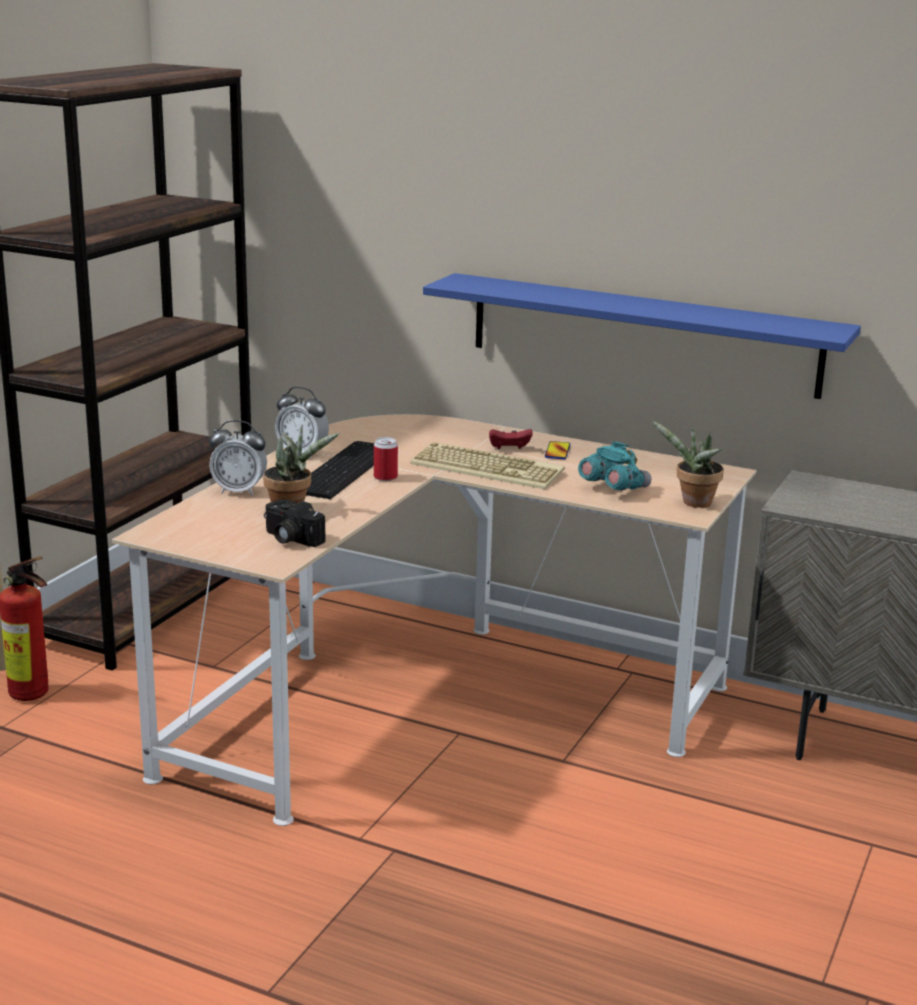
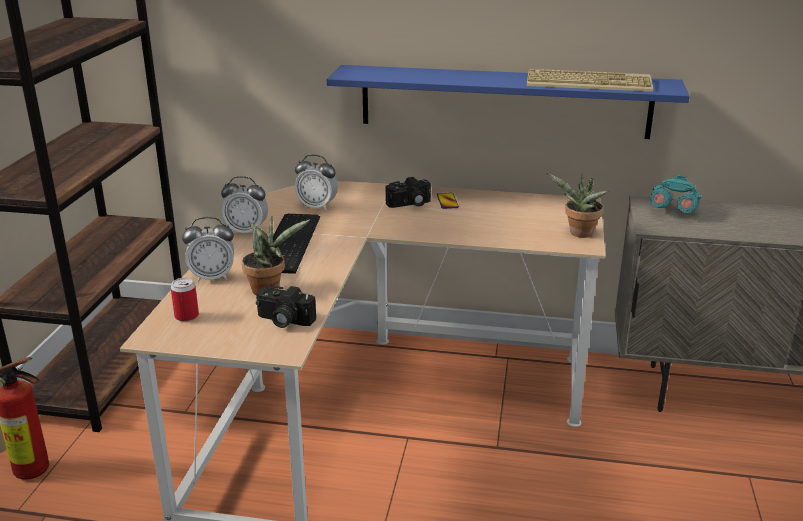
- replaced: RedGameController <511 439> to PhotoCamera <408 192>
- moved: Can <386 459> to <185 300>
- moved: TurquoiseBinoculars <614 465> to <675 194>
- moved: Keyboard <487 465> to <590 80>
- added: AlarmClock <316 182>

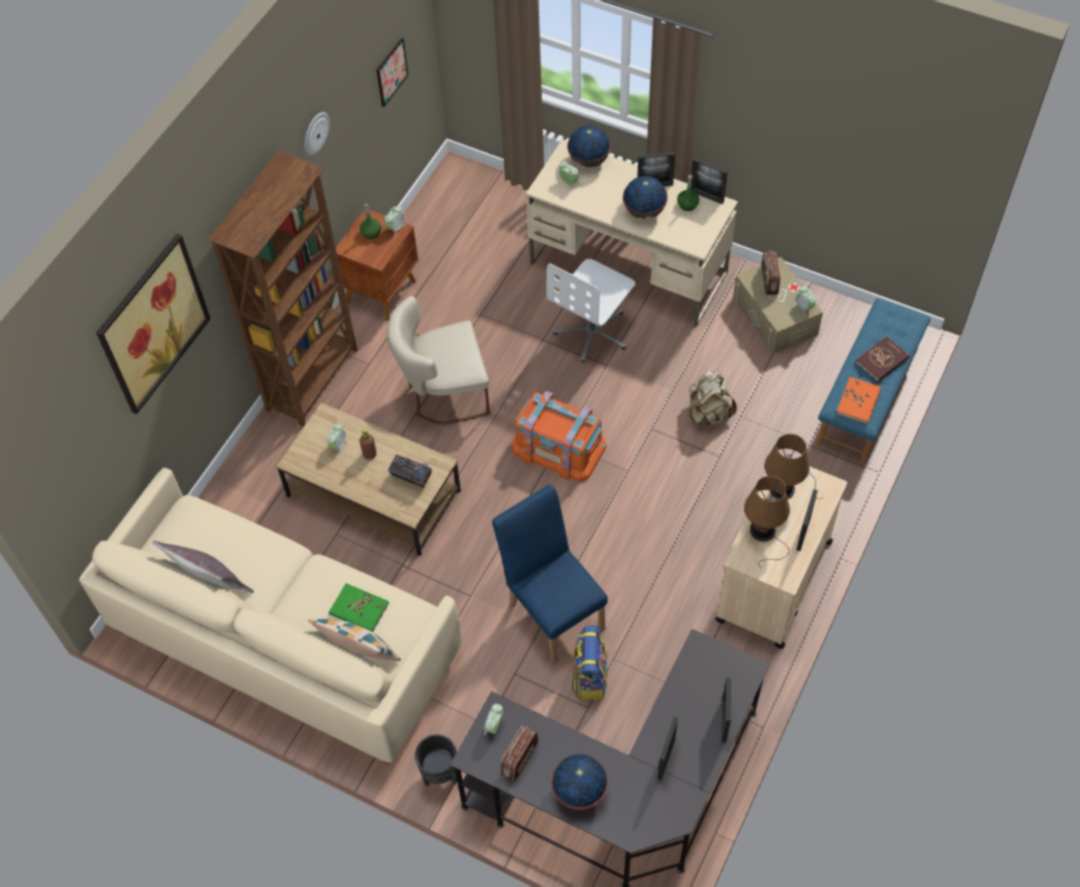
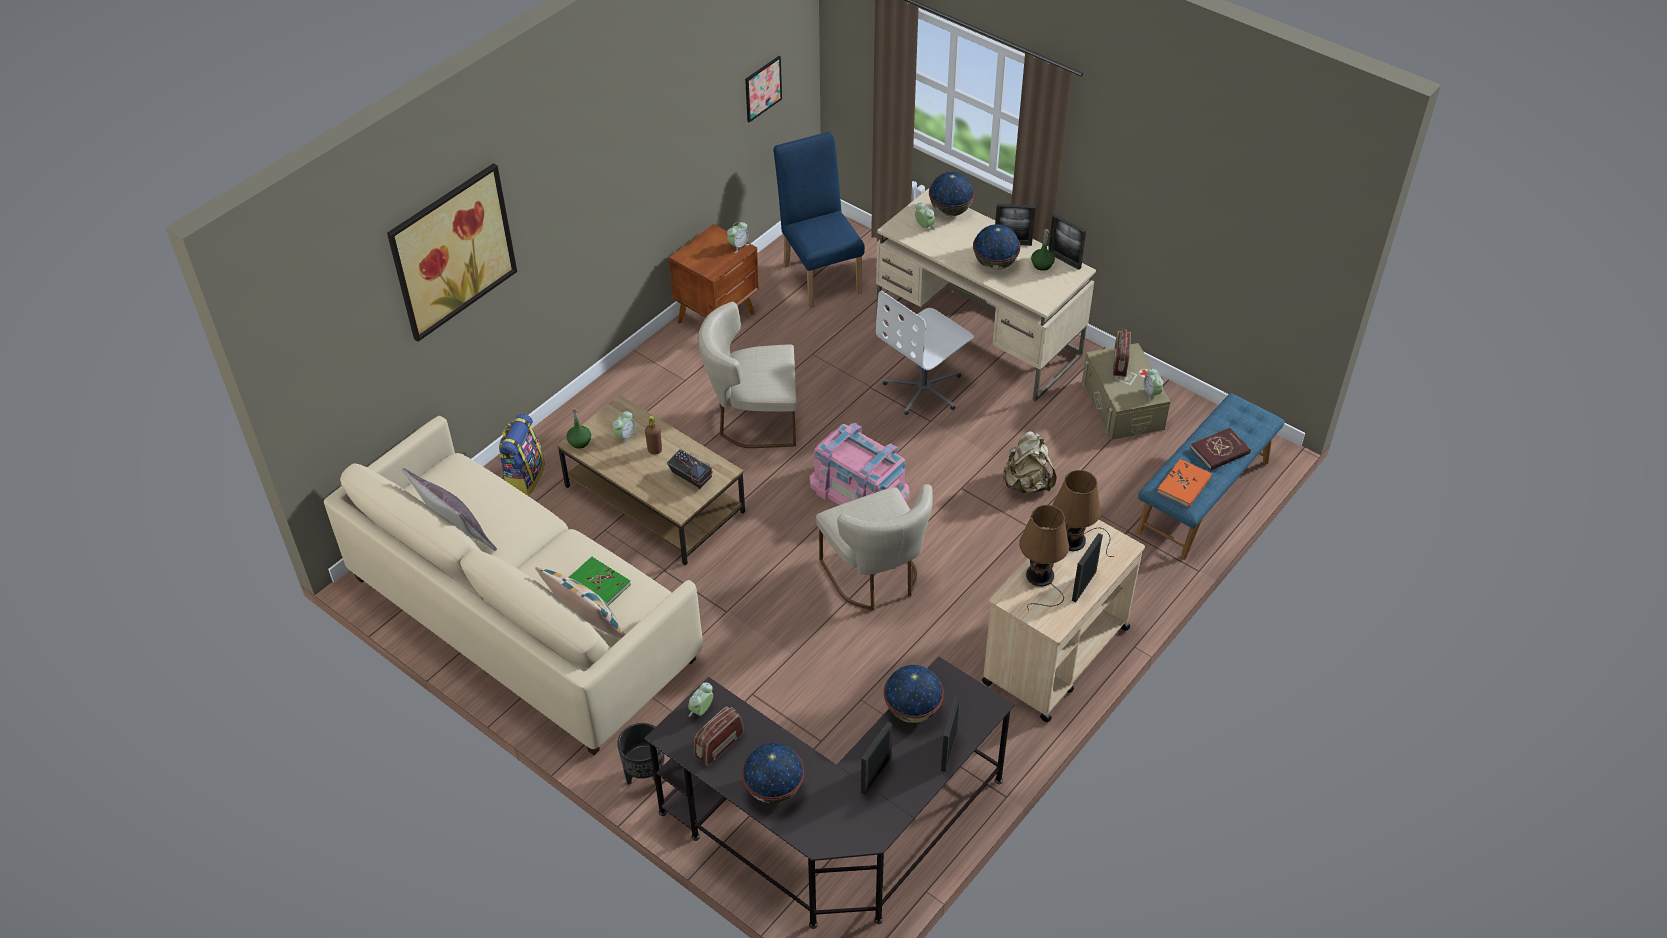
- removed: WallClock <317 134>
- removed: BrownBookcase <282 289>
- moved: GreenBottle <370 221> to <578 428>
- recoloured: OrangeStorageBox <559 436> to PinkStorageBox <860 464>
- moved: BlueChair <550 573> to <819 220>
- moved: Backpack <589 662> to <521 455>
- added: BeigeChair <874 547>
- added: Globe <914 694>

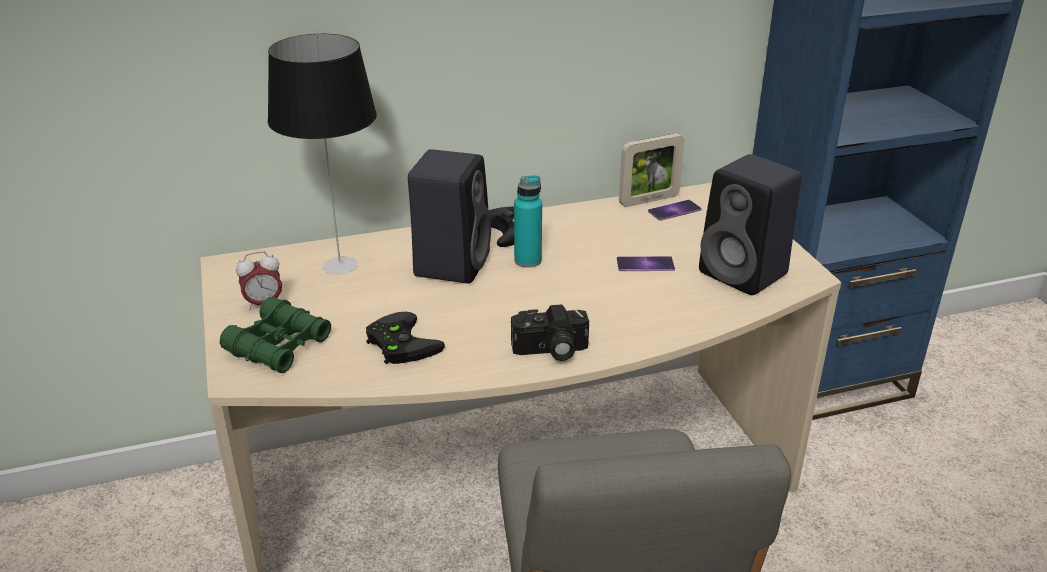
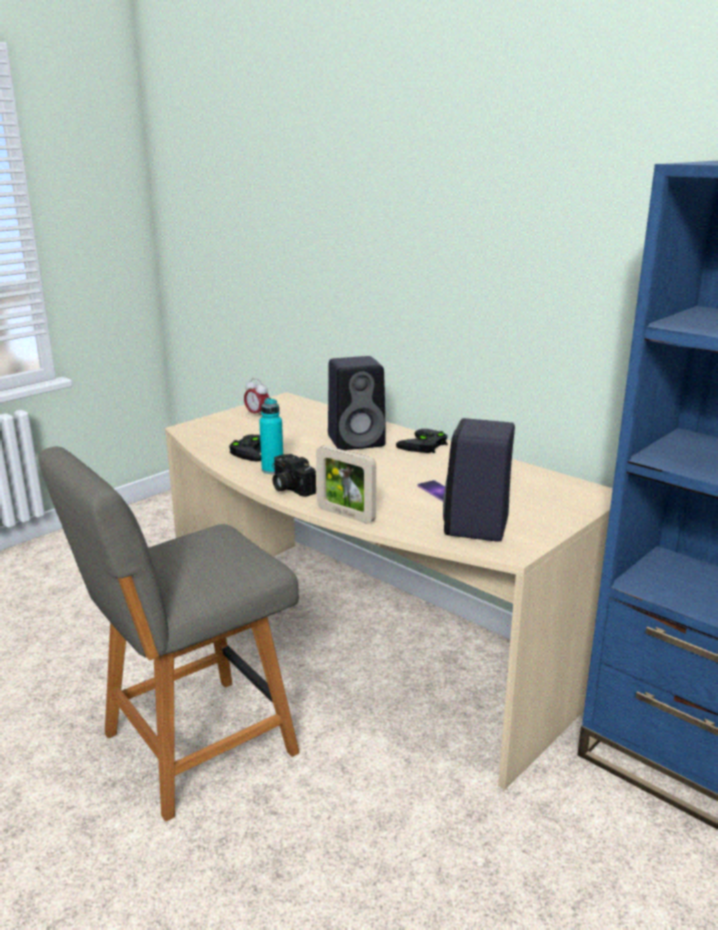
- removed: TableLamp <322 154>
- moved: PictureFrame <651 170> to <346 484>
- moved: TurquoiseBottle <528 221> to <271 436>
- removed: Phone <675 210>
- removed: GreenBinoculars <275 335>

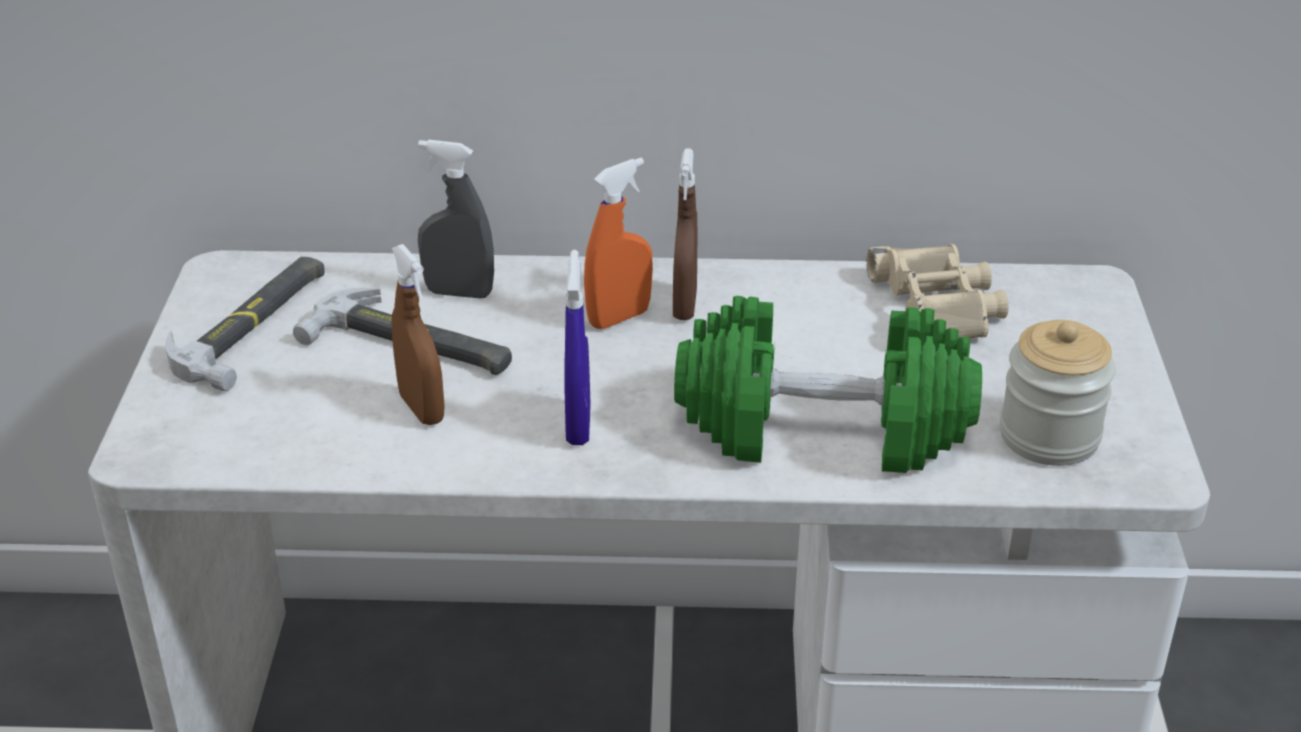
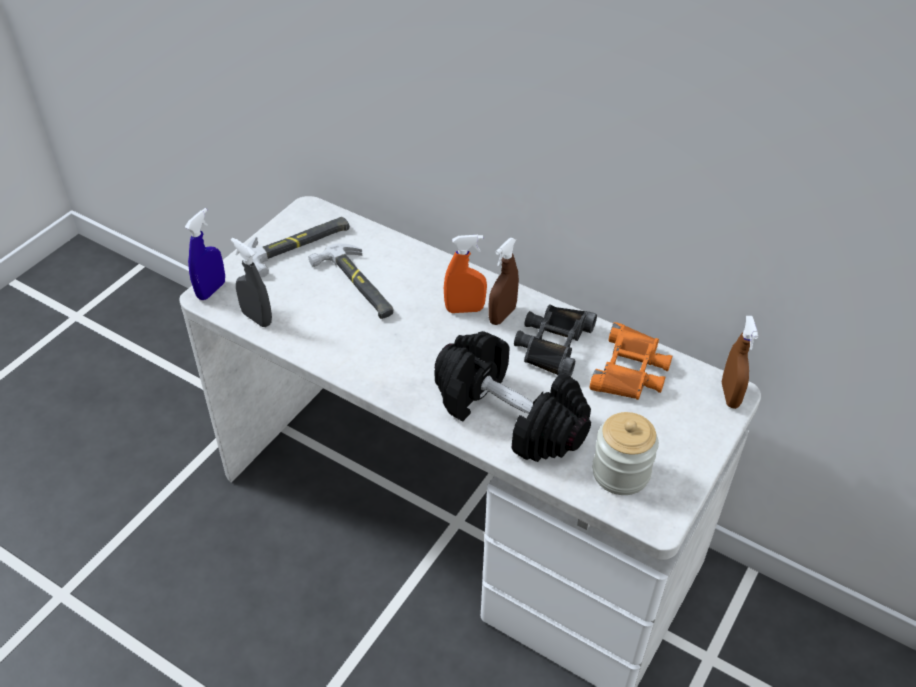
- moved: GreySprayBottle <456 219> to <251 282>
- moved: BrownSprayBottle <418 334> to <740 362>
- recoloured: BeigeBinoculars <938 291> to OrangeBinoculars <631 361>
- moved: BlueSprayBottle <577 347> to <205 254>
- recoloured: GreenDumbbell <828 384> to BlackDumbbell <513 396>
- added: BlackBinoculars <555 340>

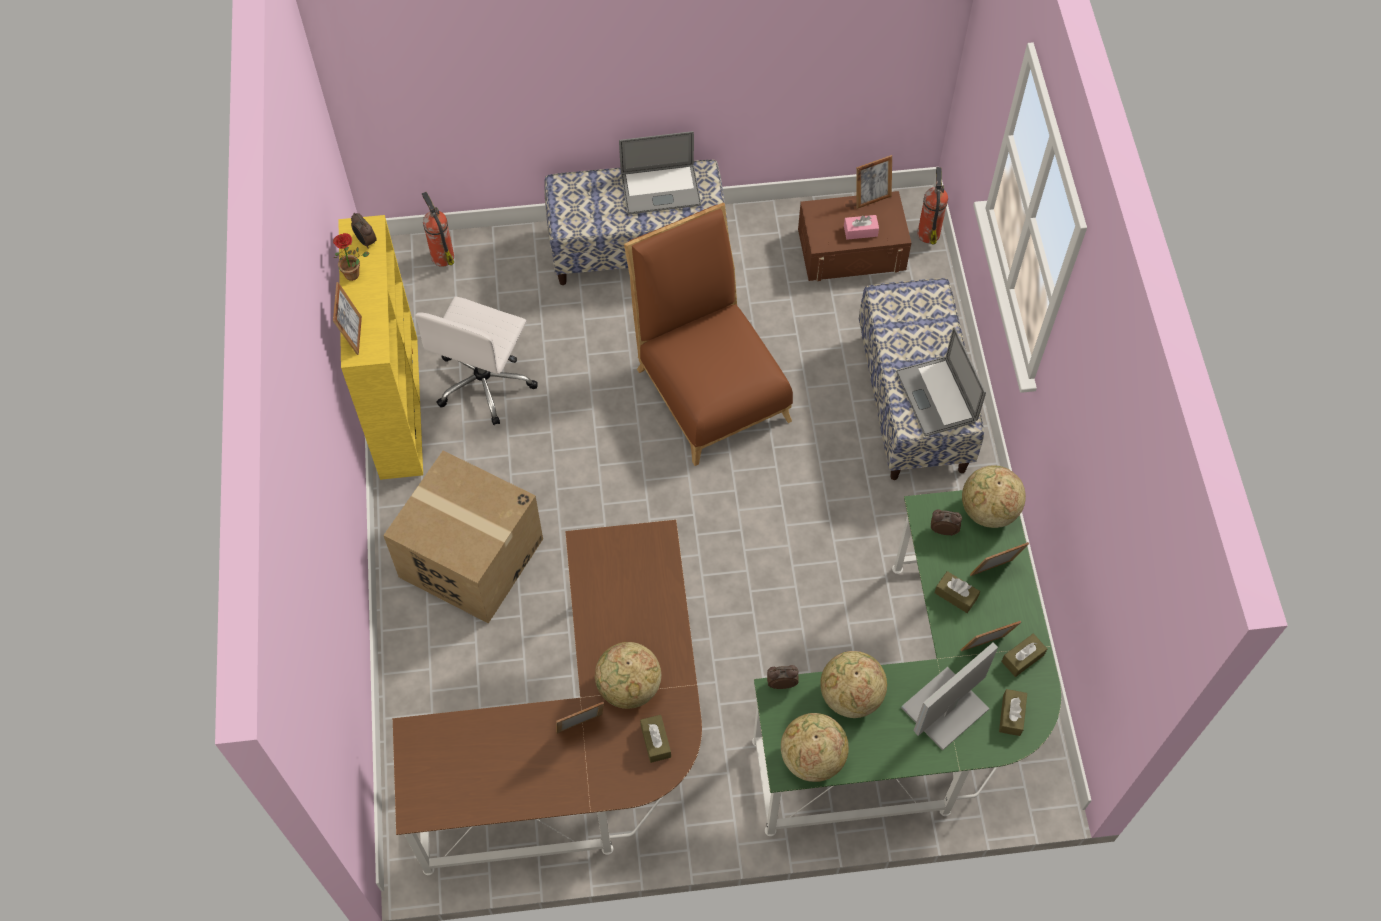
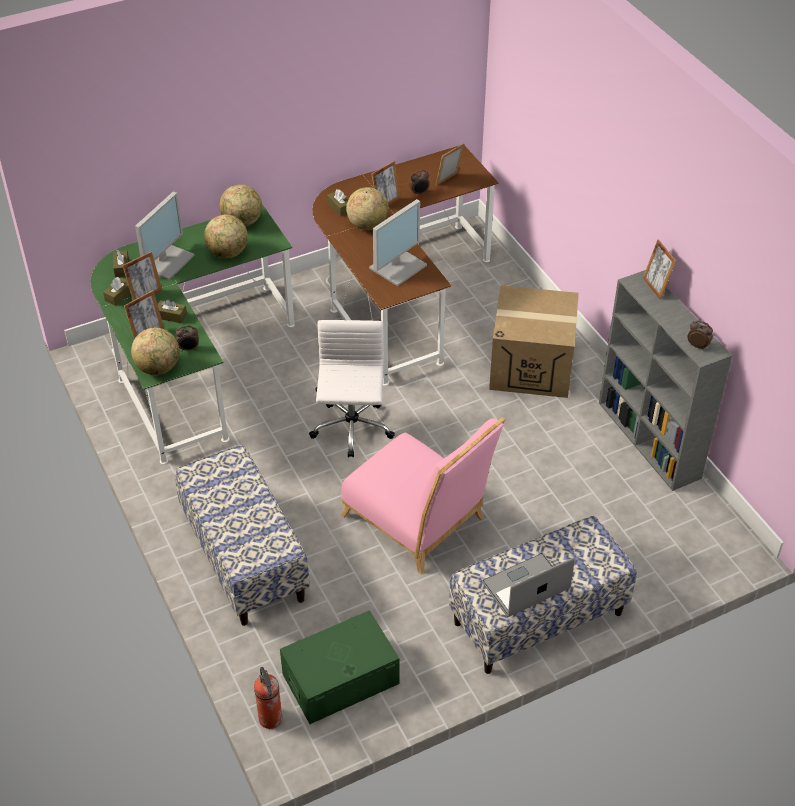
- moved: PictureFrame <874 182> to <449 164>
- recoloured: BrownStorageBox <854 236> to GreenStorageBox <339 667>
- removed: FireExtinguisher <438 229>
- recoloured: BrownChair <708 334> to PinkChair <423 496>
- recoloured: YellowBookcase <380 347> to GreyBookcase <665 380>
- removed: PinkTissueBox <861 227>
- removed: PottedPlant <351 257>
- moved: WhiteOfficeChair <476 360> to <352 388>
- removed: Laptop <941 381>
- moved: AlarmClock <783 677> to <419 183>
- added: Monitor <398 242>

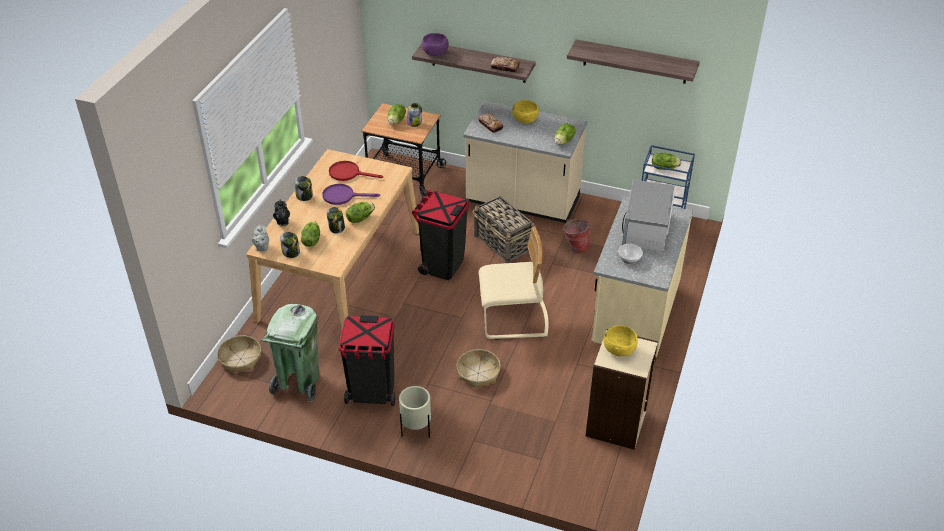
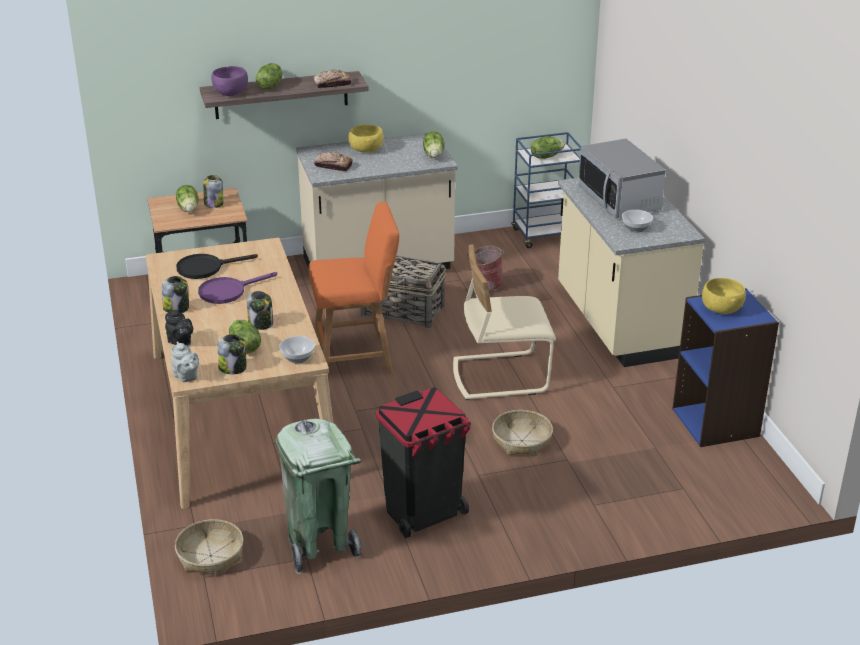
- removed: Shelf <633 61>
- recoloured: RedFryingPan <356 171> to BlackFryingPan <217 266>
- replaced: BlackTrashCan <440 235> to OrangeStool <354 288>
- moved: Lettuce <360 212> to <269 76>
- turned: BeigeChair <514 283> = <504 322> 150 degrees counterclockwise
- recoloured: BeigeBookcase <622 389> to BlueBookcase <726 367>
- removed: BeigePlanter <415 412>
- added: Bowl <297 350>

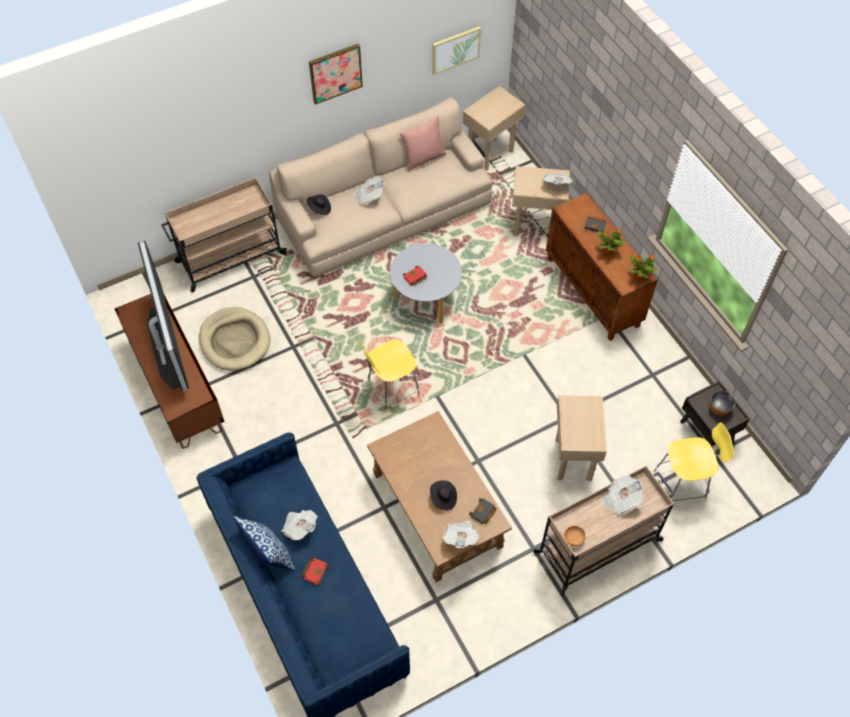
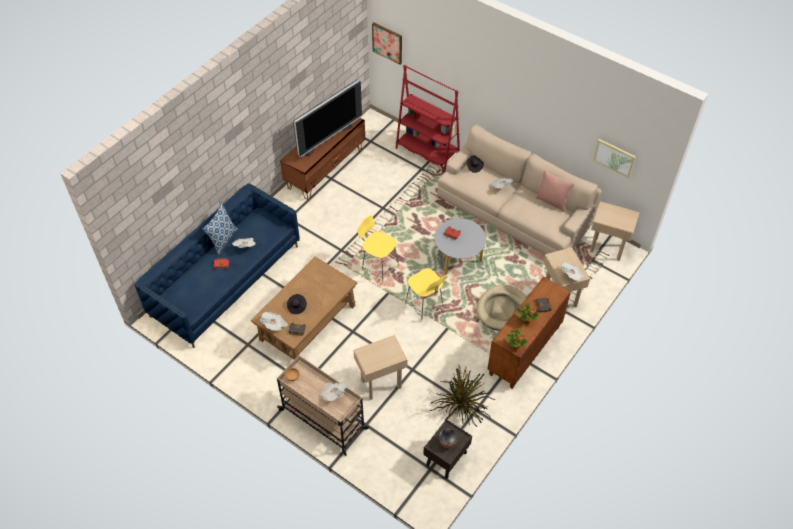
- moved: Picture <336 74> to <387 43>
- replaced: BeigeCart <224 235> to RedBookcase <428 118>
- moved: BeigeDogBed <234 339> to <501 308>
- moved: YellowStool <693 461> to <426 295>
- added: PottedPlant <462 395>

